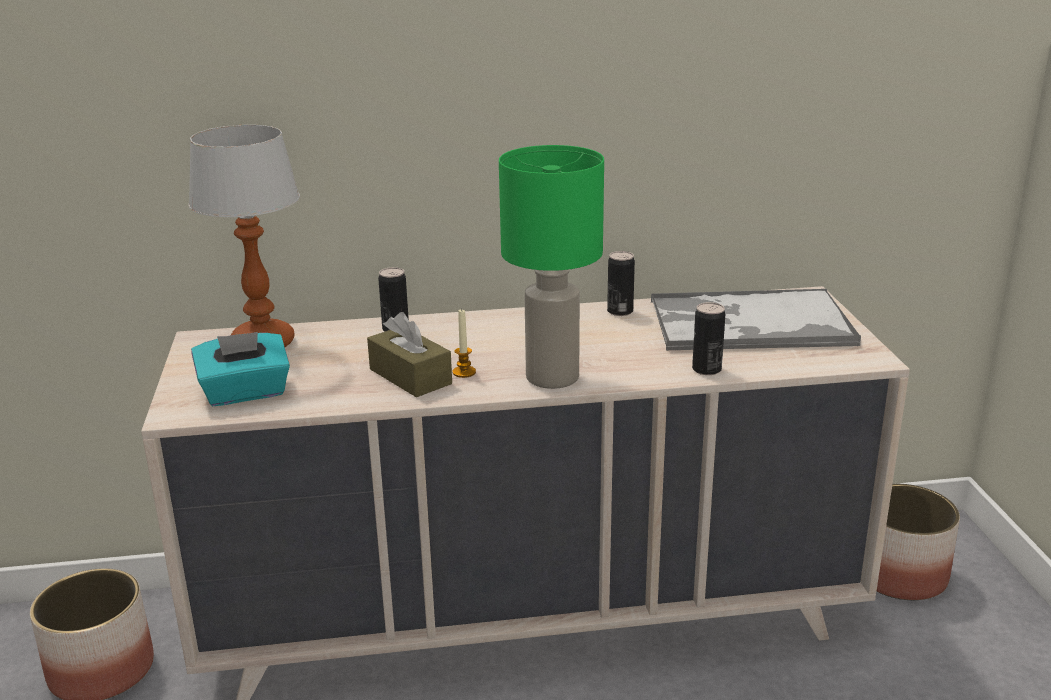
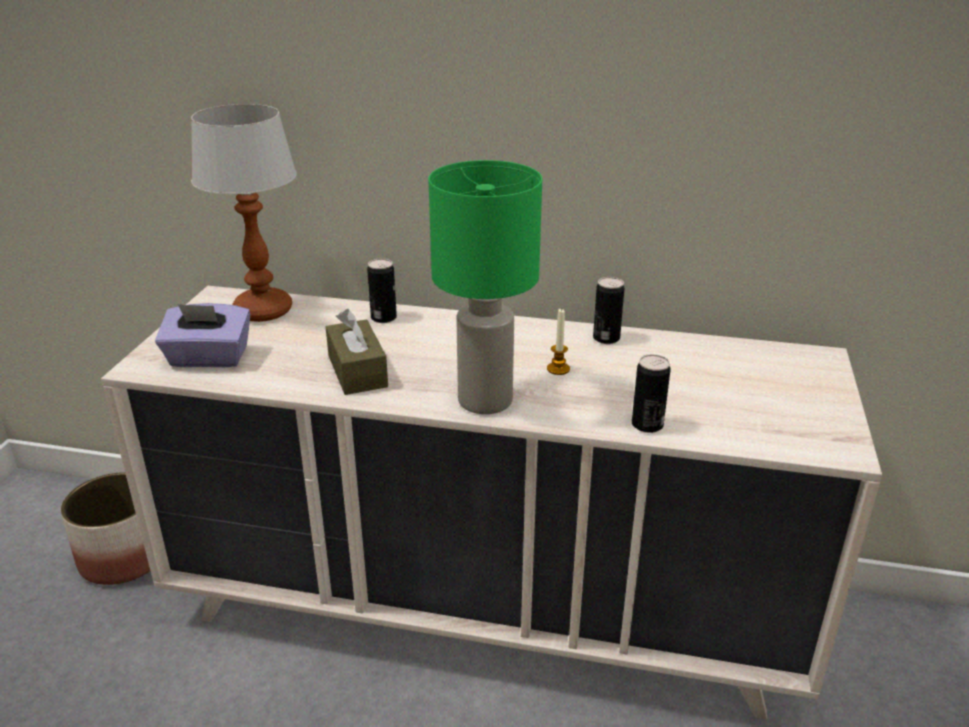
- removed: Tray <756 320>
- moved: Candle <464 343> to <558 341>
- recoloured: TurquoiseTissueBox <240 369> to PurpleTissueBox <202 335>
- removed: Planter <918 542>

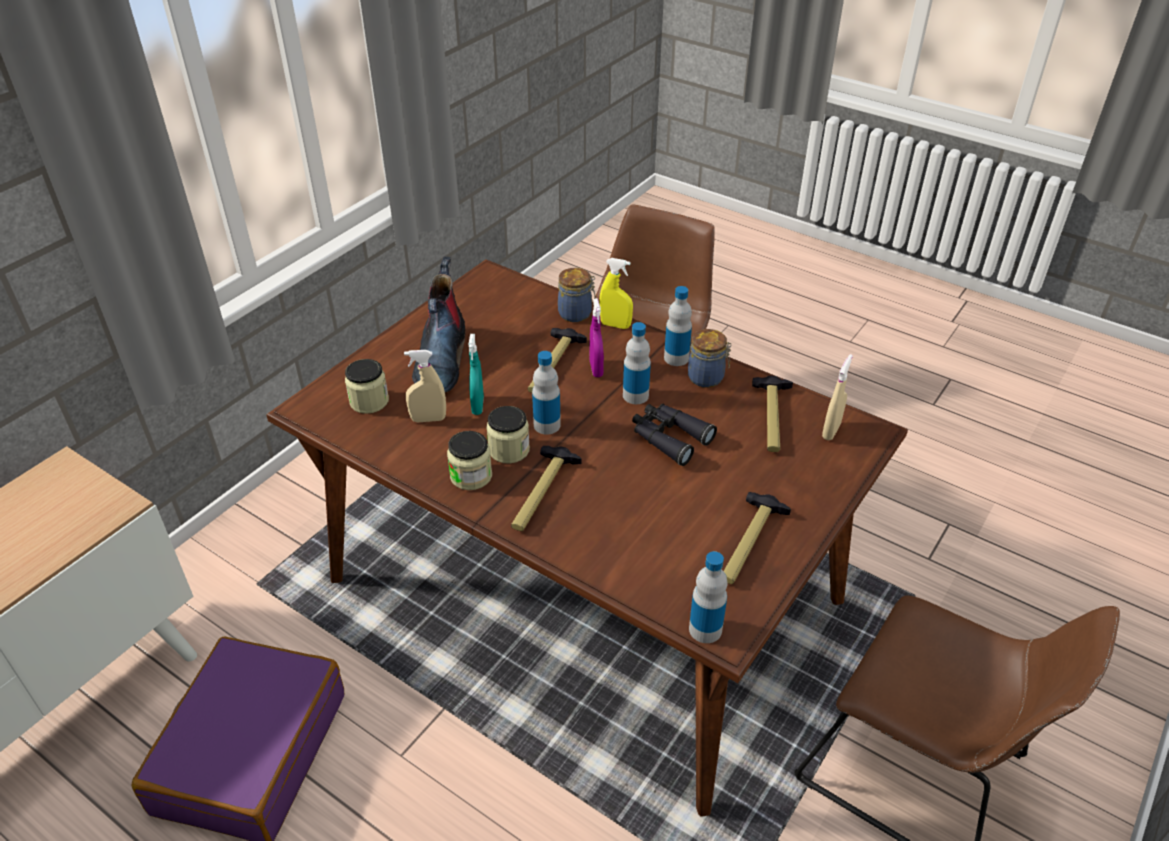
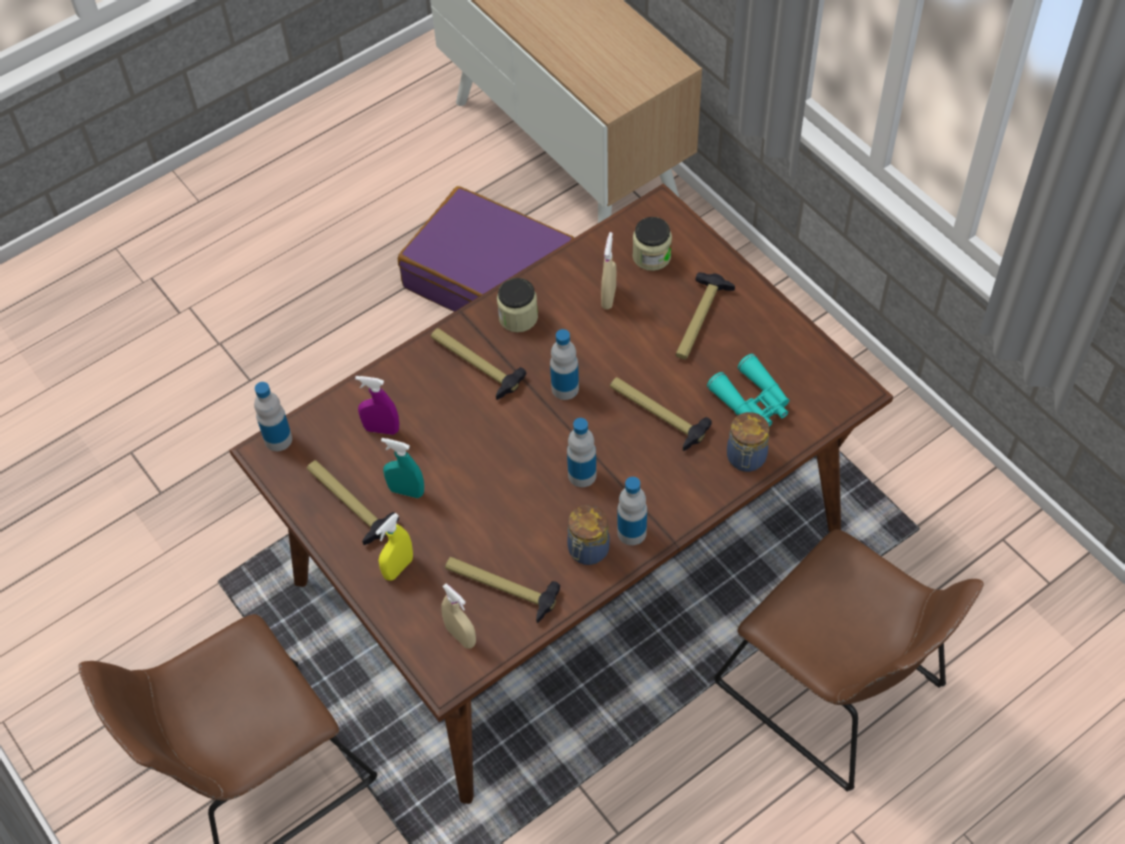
- replaced: Boot <438 324> to Hammer <705 316>
- moved: YellowSprayBottle <616 293> to <394 547>
- moved: PurpleSprayBottle <597 337> to <377 405>
- moved: TurquoiseSprayBottle <476 374> to <402 468>
- removed: BlackBinoculars <674 435>
- removed: Jar <508 434>
- added: TurquoiseBinoculars <748 390>

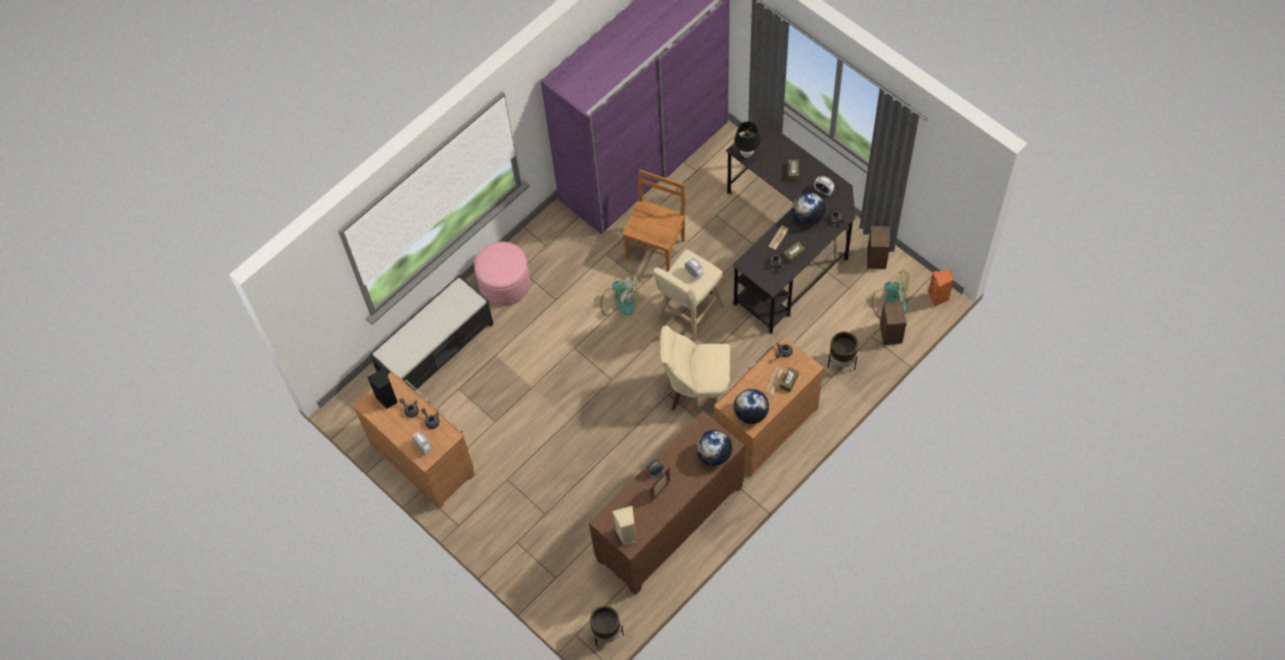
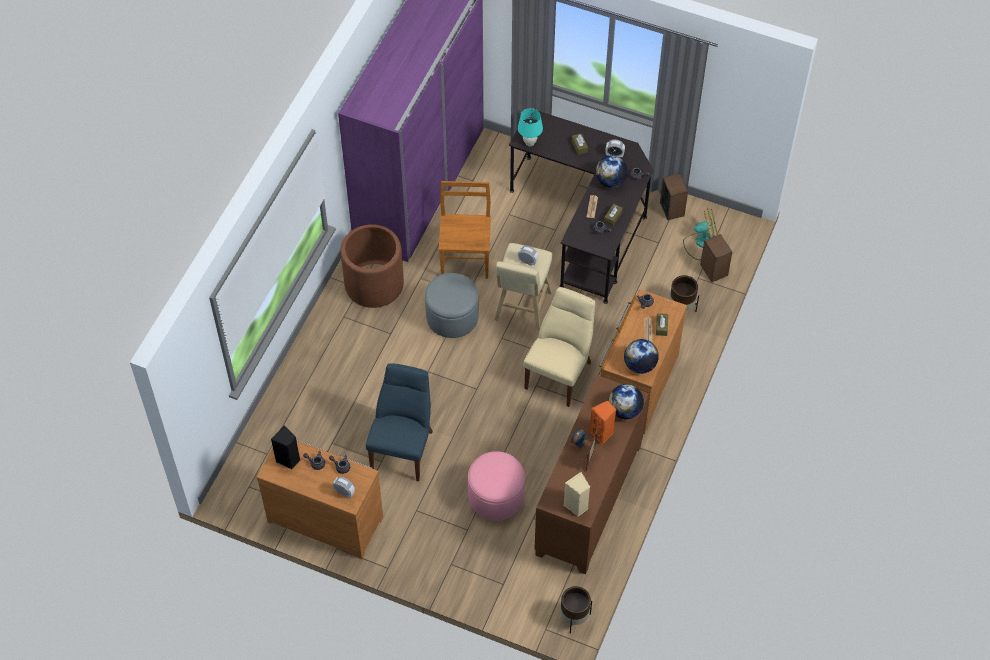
- recoloured: BlackTableLamp <747 140> to TurquoiseTableLamp <530 127>
- moved: PinkOttoman <502 274> to <496 486>
- moved: OrangeSpeaker <941 288> to <603 423>
- replaced: Fan <620 294> to GreyOttoman <452 305>
- removed: BlackBench <431 333>
- turned: BeigeChair <694 367> = <559 347> 135 degrees clockwise
- added: BrownPlanter <372 266>
- added: BlueChair <399 422>

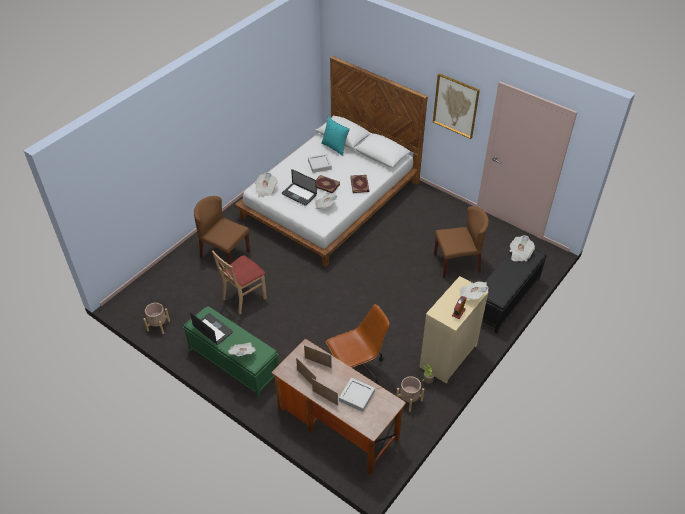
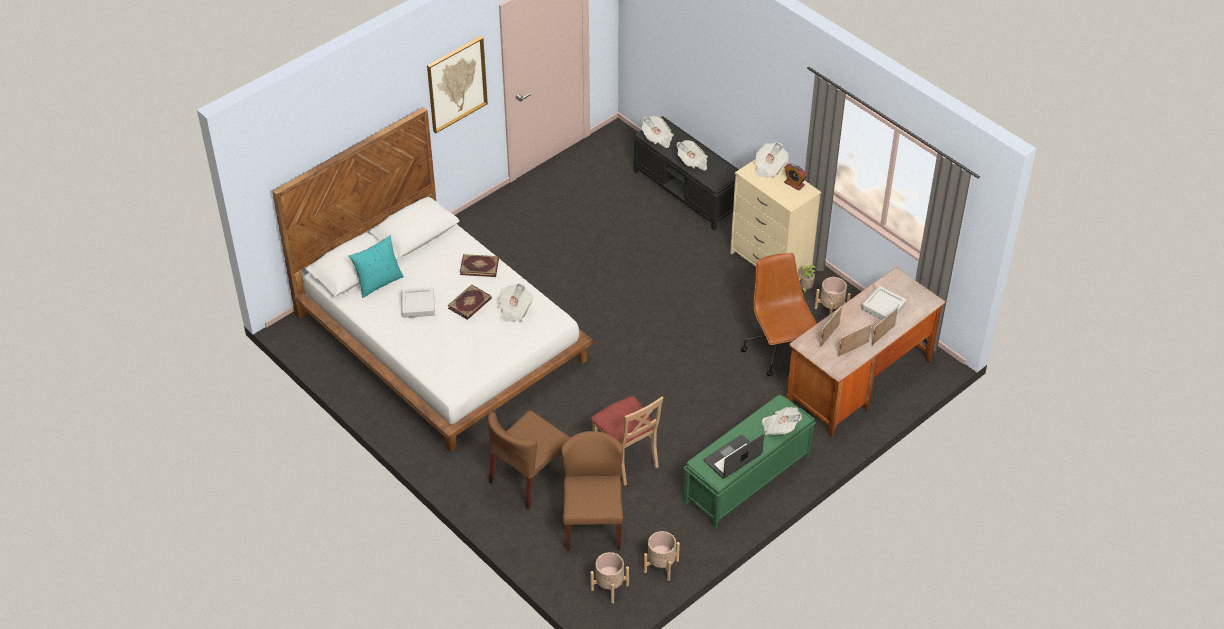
- removed: Laptop <299 187>
- moved: Newspaper <266 184> to <692 155>
- moved: BrownChair <461 242> to <592 491>
- added: BeigePlanter <609 577>

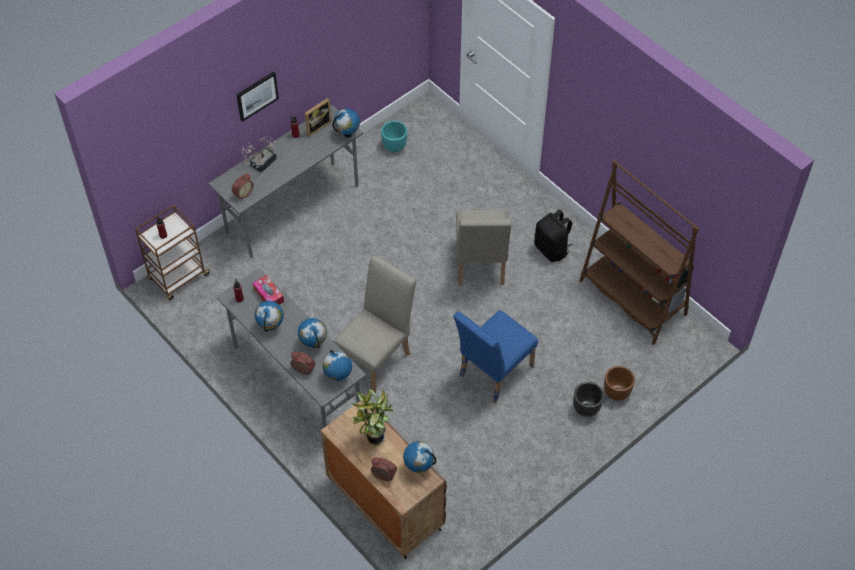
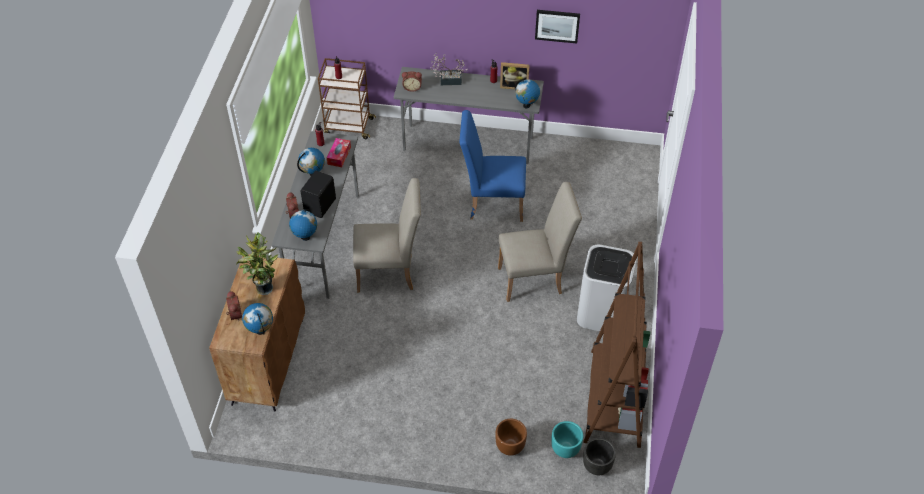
- moved: Picture <257 97> to <557 27>
- moved: TurquoisePlanter <394 136> to <567 439>
- turned: BeigeChair <483 247> = <540 242> 150 degrees counterclockwise
- replaced: BlackBackpack <553 235> to WhiteTrashCan <606 288>
- moved: BlueChair <495 356> to <492 166>
- replaced: Globe <312 333> to BlackSpeaker <318 194>
- moved: BlackPlanter <588 399> to <599 456>

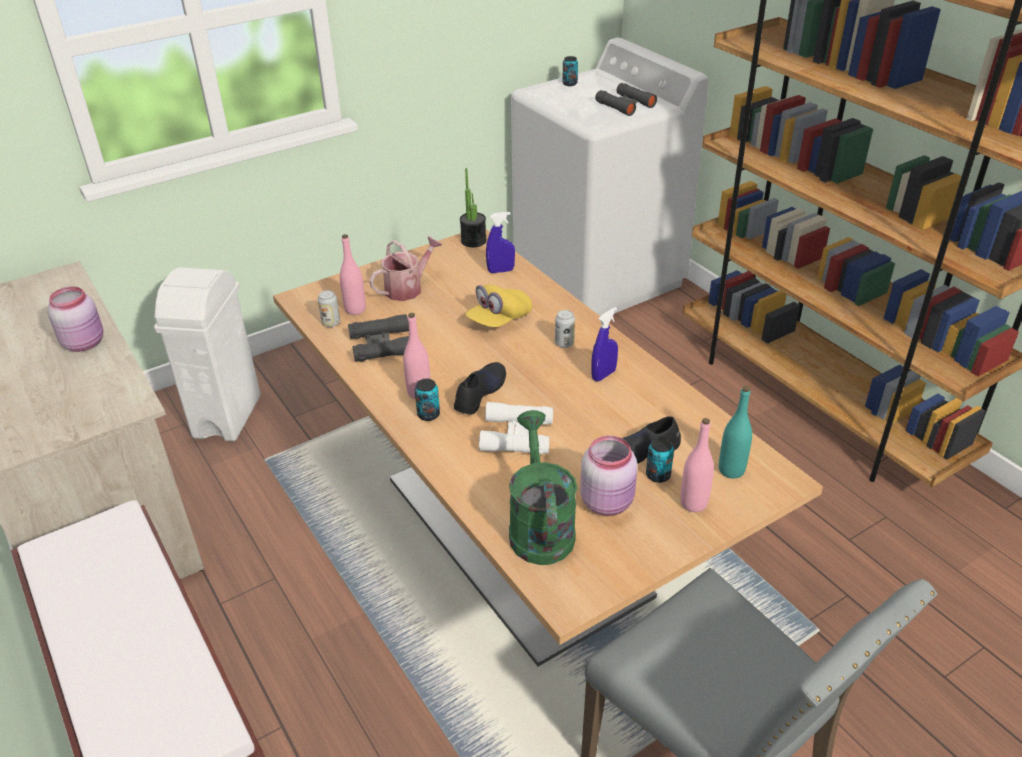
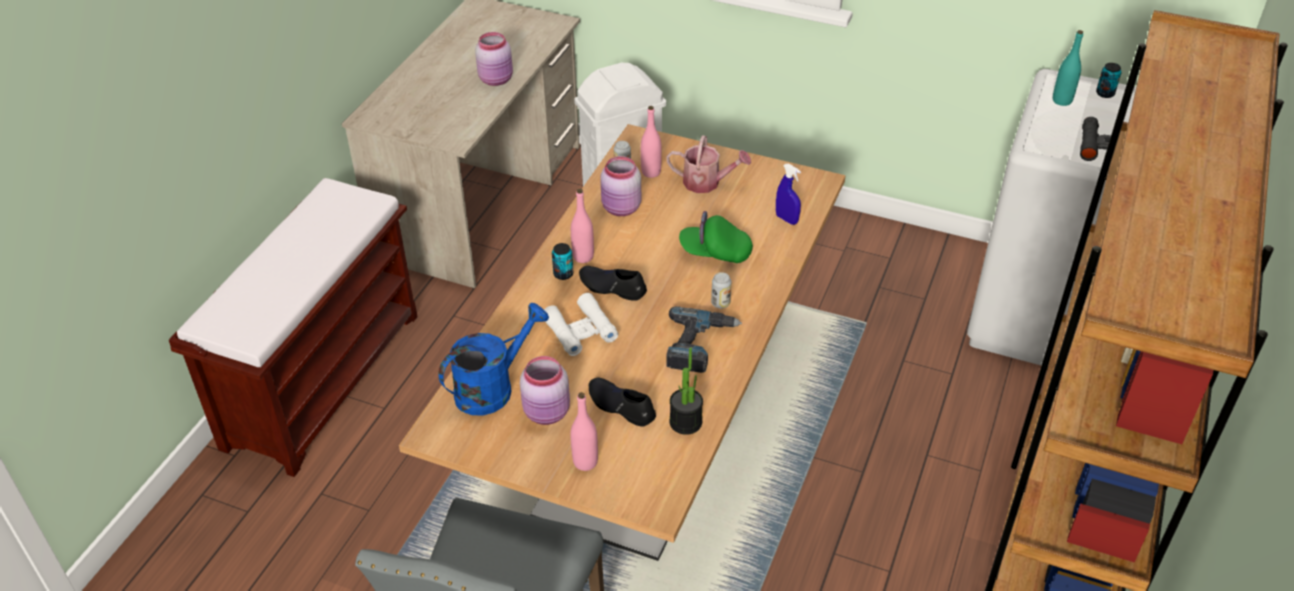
- moved: PottedPlant <473 207> to <686 391>
- recoloured: YellowCap <499 305> to GreenCap <716 237>
- replaced: BlueSprayBottle <604 344> to PowerDrill <704 340>
- replaced: BlackBinoculars <378 337> to PinkJar <620 186>
- turned: BlackShoe <480 388> = <613 283> 150 degrees counterclockwise
- moved: TurquoiseBottle <735 432> to <1068 68>
- recoloured: GreenWateringCan <543 487> to BlueWateringCan <493 359>
- removed: Can <660 460>

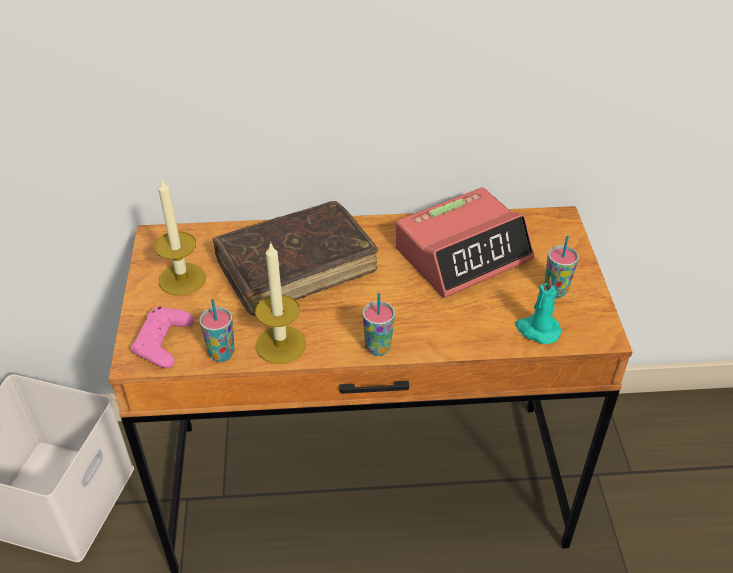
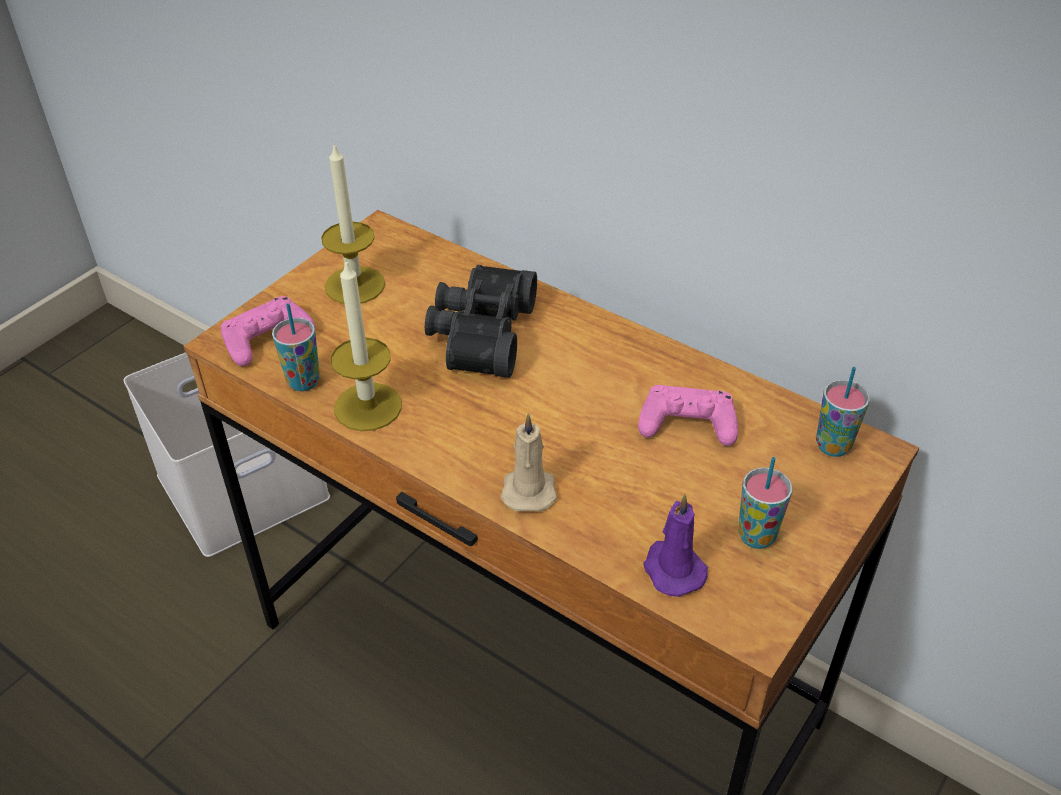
- replaced: AlarmClock <464 242> to PinkGameController <688 415>
- replaced: BrownBook <295 258> to BlackBinoculars <481 321>
- recoloured: TurquoiseCandle <539 310> to PurpleCandle <675 545>
- moved: Cup <378 324> to <843 412>
- added: BeigeCandle <529 462>

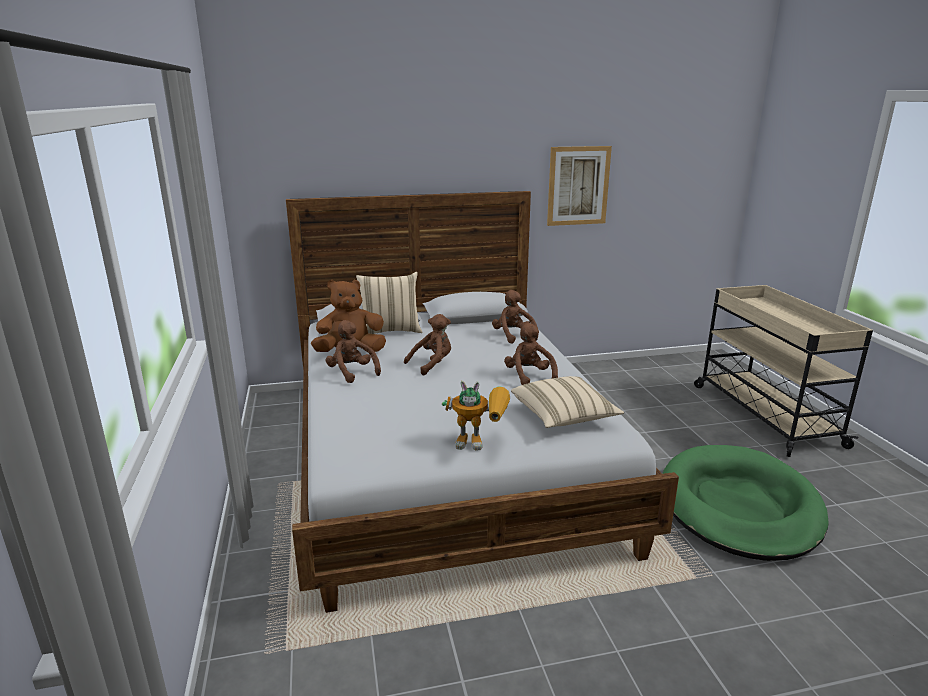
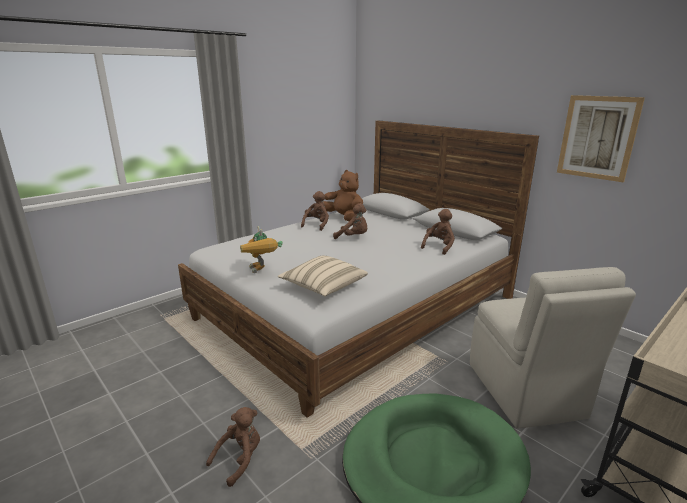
- removed: BeigePillow <389 303>
- moved: BrownPlushToy <531 354> to <233 447>
- added: BeigeChair <553 348>

